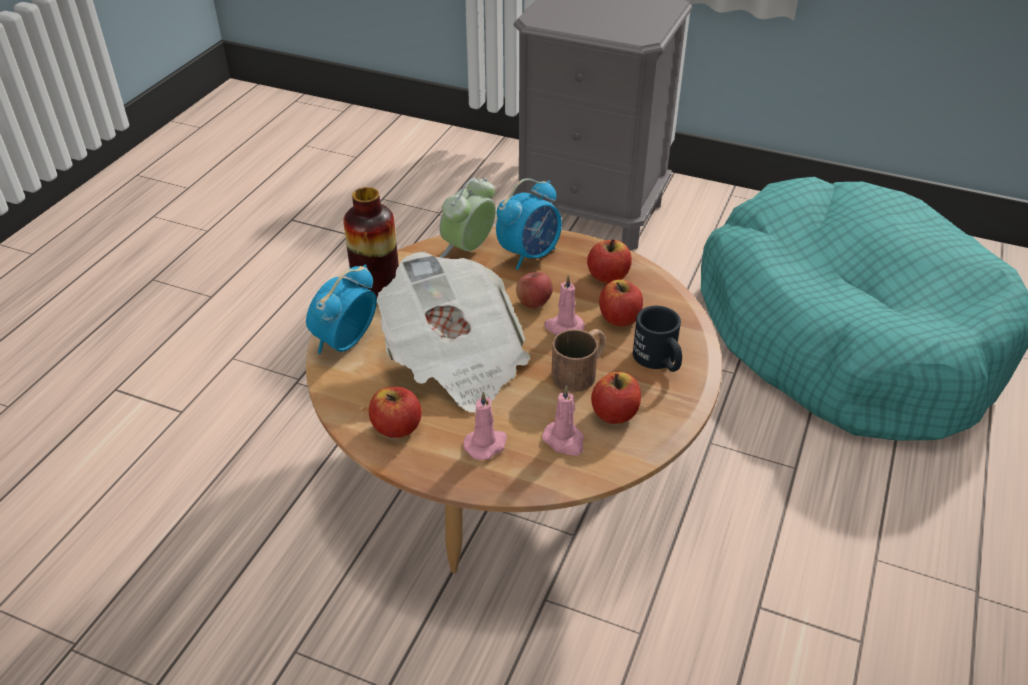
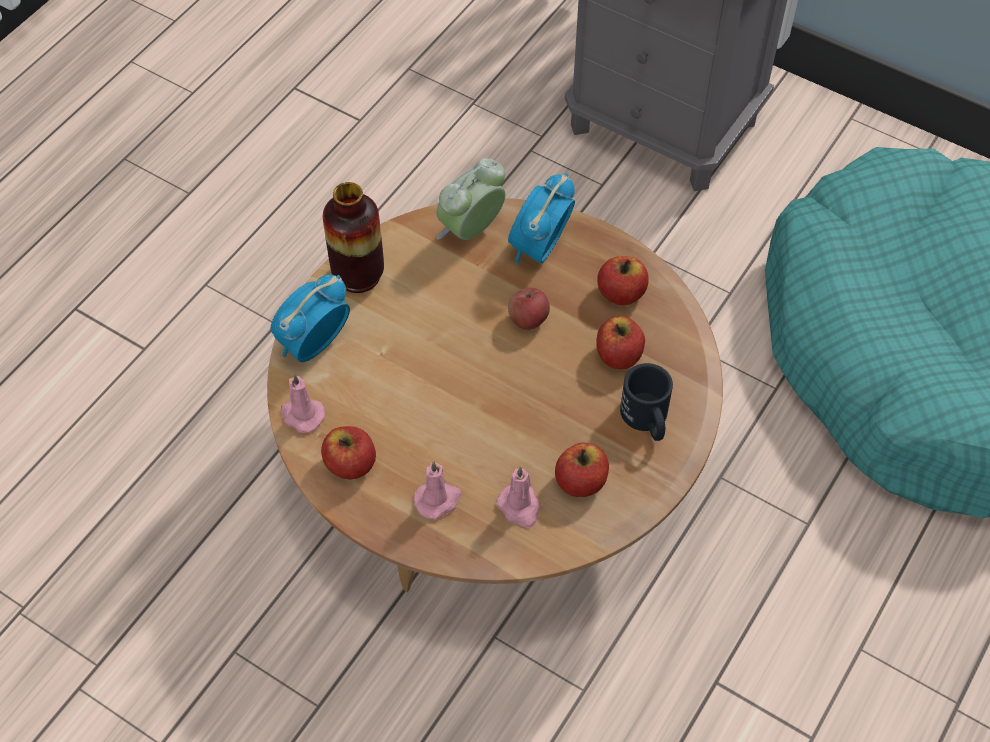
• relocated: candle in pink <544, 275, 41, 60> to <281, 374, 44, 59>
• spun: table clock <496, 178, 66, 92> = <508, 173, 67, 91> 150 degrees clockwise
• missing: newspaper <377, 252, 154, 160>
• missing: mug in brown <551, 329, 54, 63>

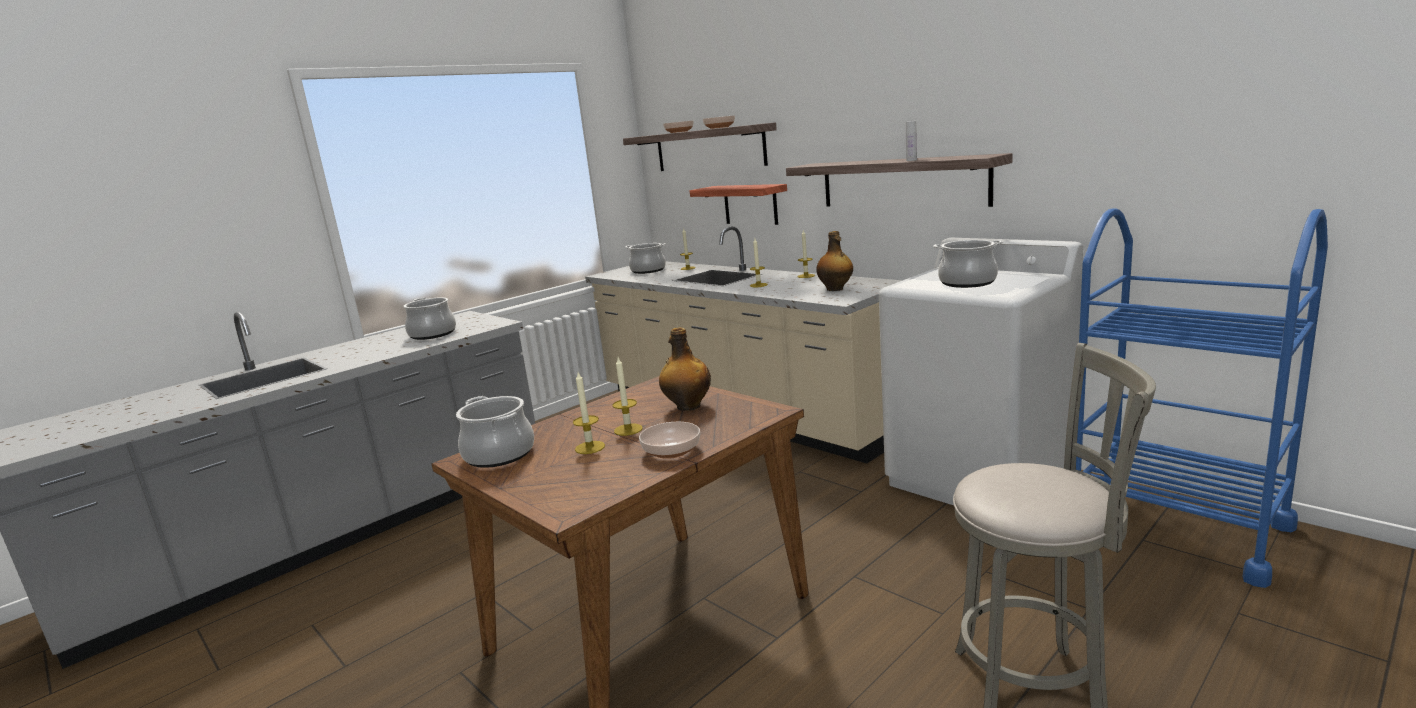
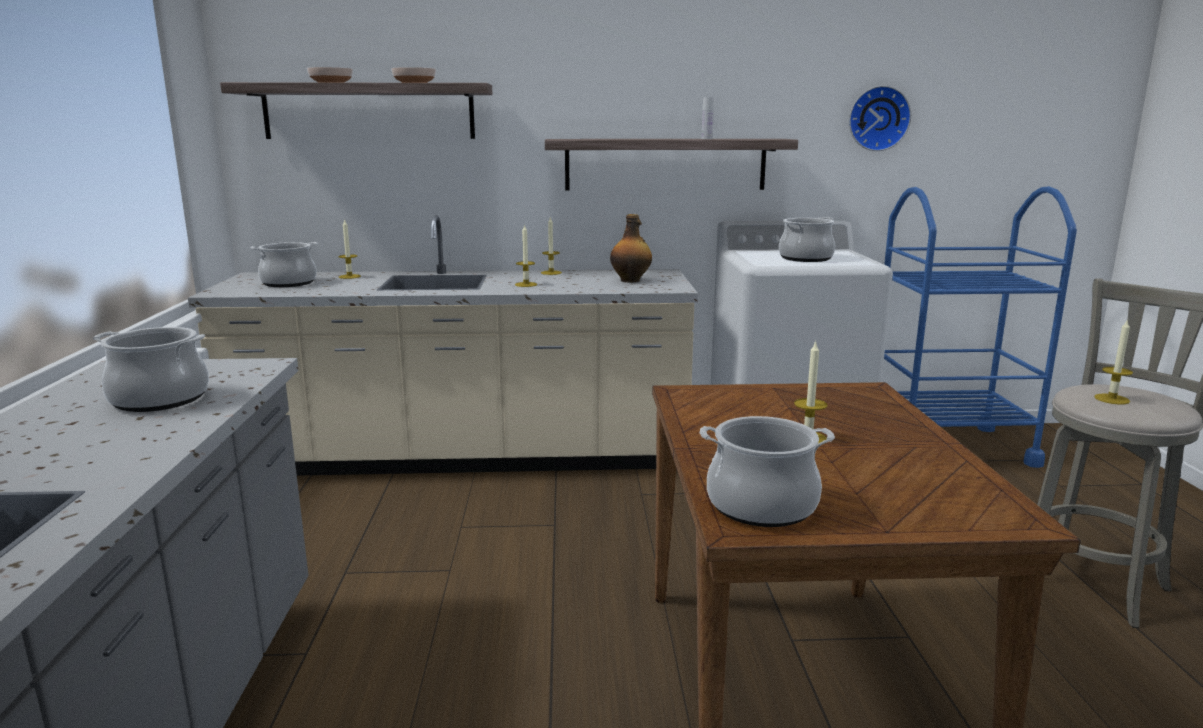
• appeared: clock on the wall <849, 86, 62, 65>
• relocated: candle <573, 372, 32, 82> to <1094, 319, 39, 86>
• missing: deep dish <639, 422, 61, 37>
• missing: bottle <659, 327, 52, 84>
• missing: bracket shelf <690, 184, 97, 41>

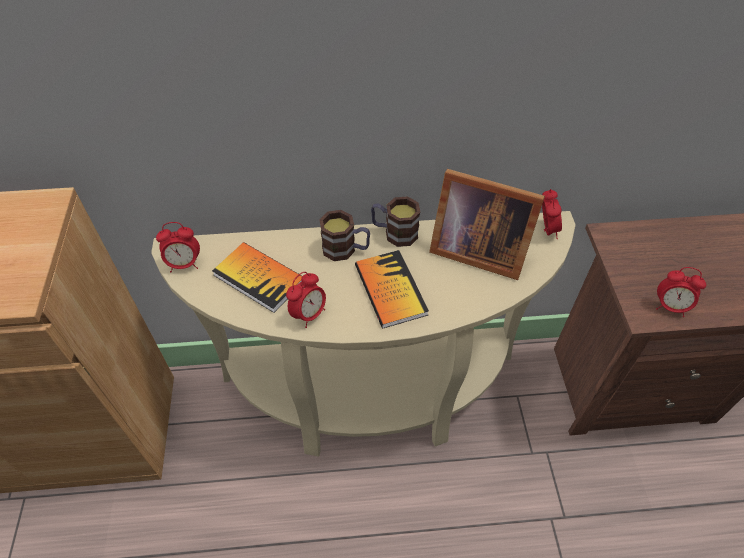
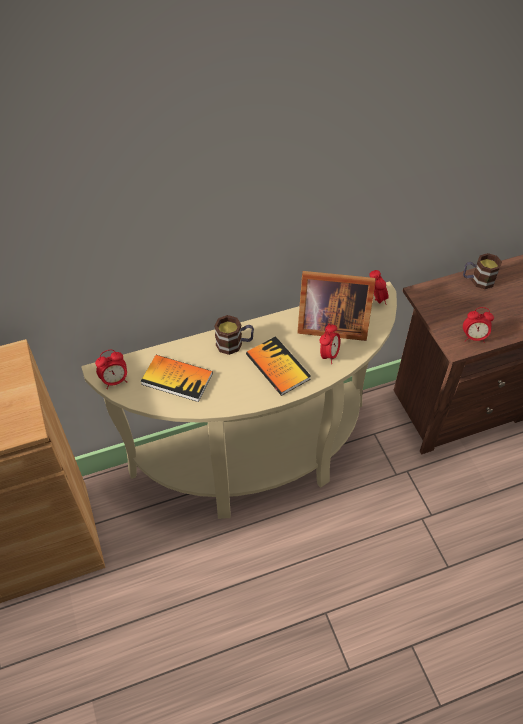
• relocated: table clock <286, 272, 40, 56> to <320, 324, 21, 40>
• relocated: mug <371, 197, 49, 50> to <463, 253, 39, 36>

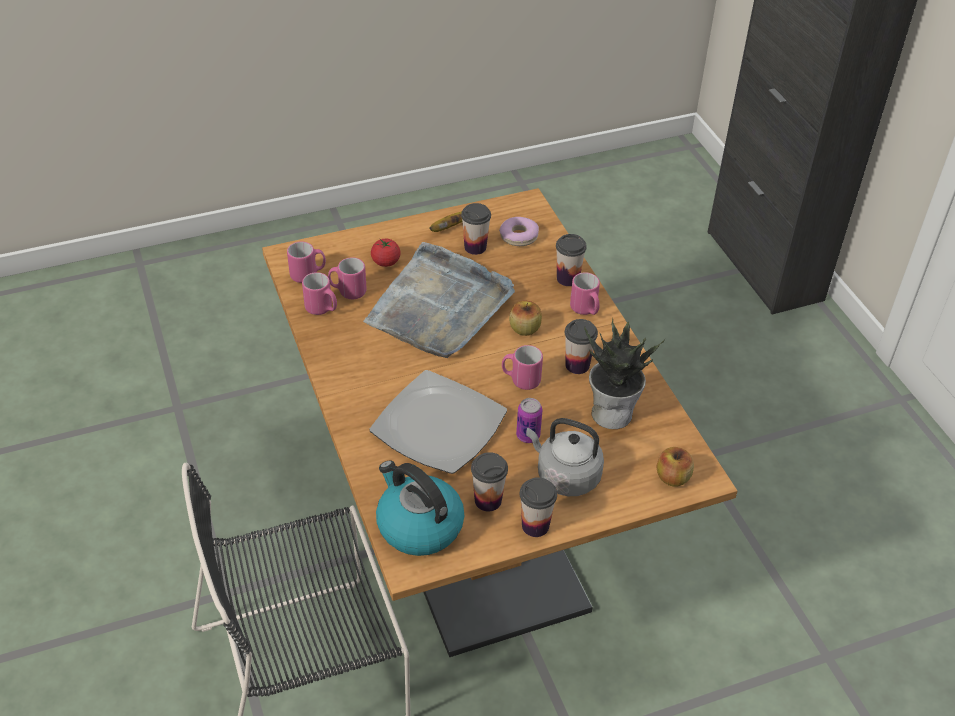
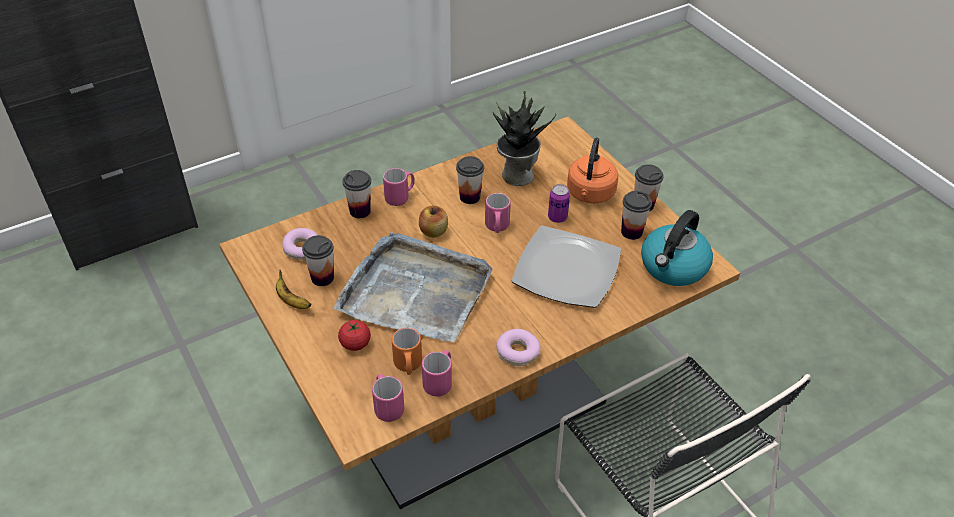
• colour: mug in pink <328, 257, 39, 42> to mug in orange-coloured <392, 328, 30, 47>
• appeared: doughnut <496, 329, 45, 37>
• colour: kettle in greyish <526, 418, 78, 78> to kettle in orange-coloured <567, 137, 51, 66>
• missing: apple fruit <657, 447, 37, 40>

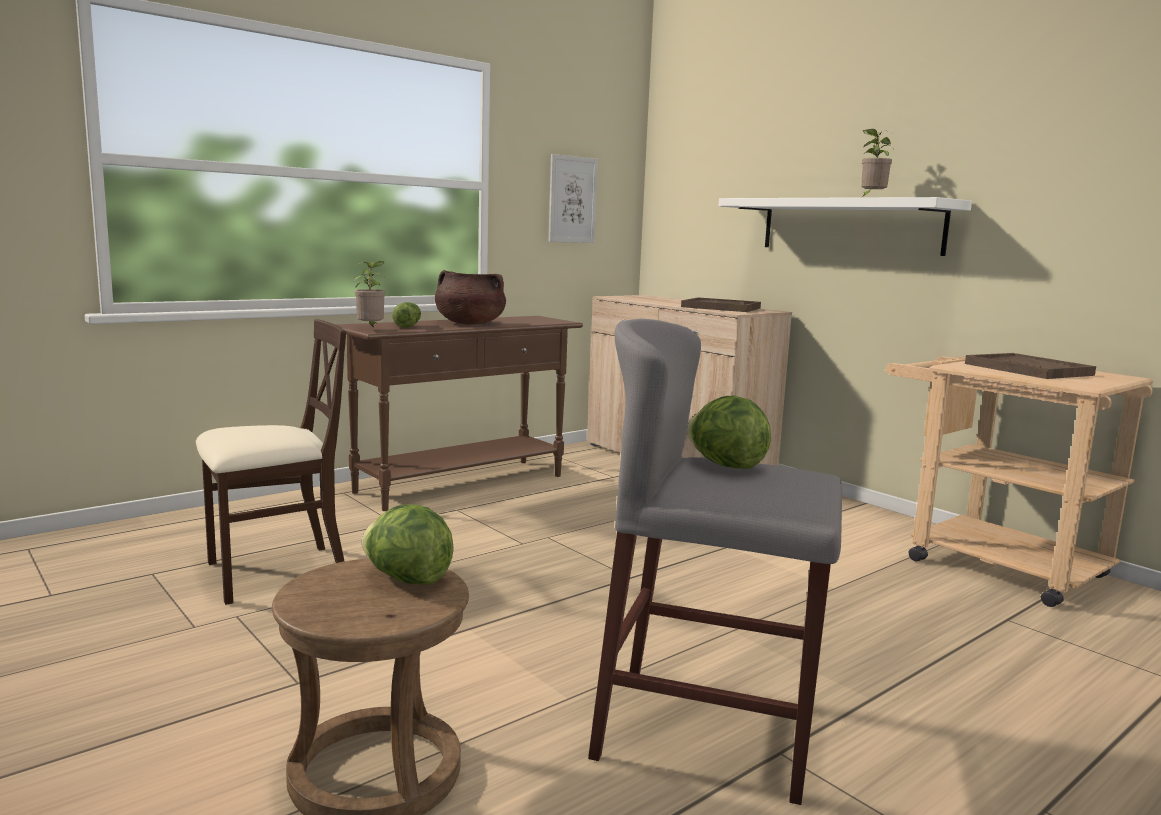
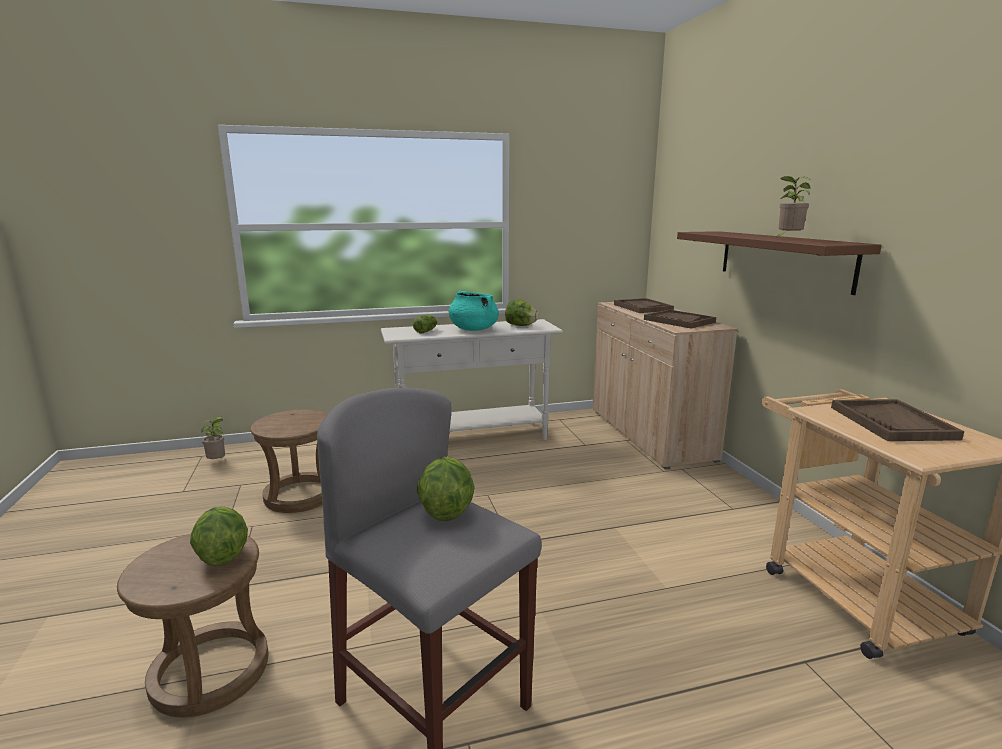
• relocated: houseplant <354, 261, 31, 66> to <201, 416, 25, 43>
• exchanged: chair in sand-coloured <196, 319, 150, 286> to stool seat in brown <250, 409, 77, 104>
• colour: console table in brown <337, 316, 246, 195> to console table in whitish <381, 319, 182, 121>
• colour: stockpot in brown <435, 270, 71, 55> to stockpot in turquoise-coloured <449, 290, 50, 41>
• appeared: lettuce head <505, 299, 33, 27>
• appeared: tray in brown <614, 298, 60, 15>
• colour: bracket shelf in whitish <719, 197, 253, 59> to bracket shelf in brown <677, 231, 204, 64>
• missing: wall picture <549, 154, 49, 89>

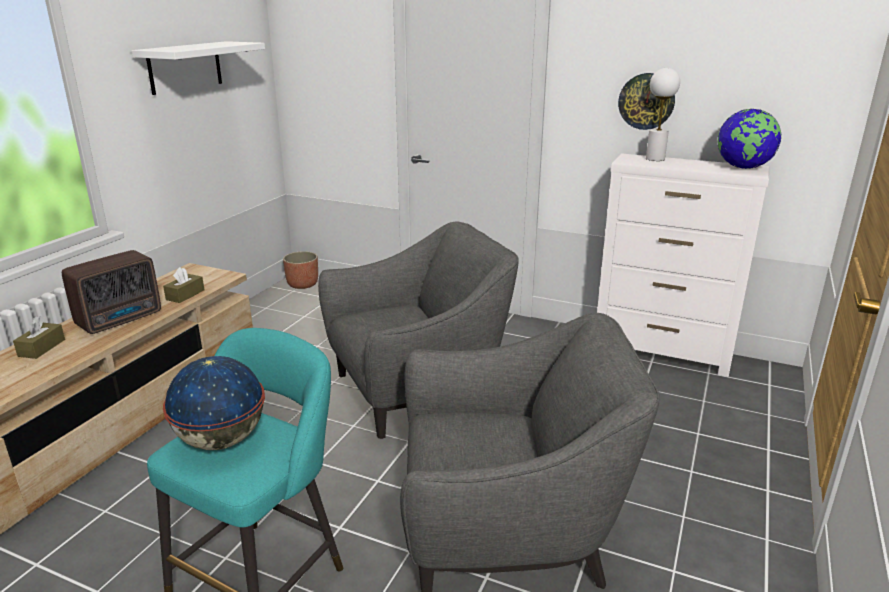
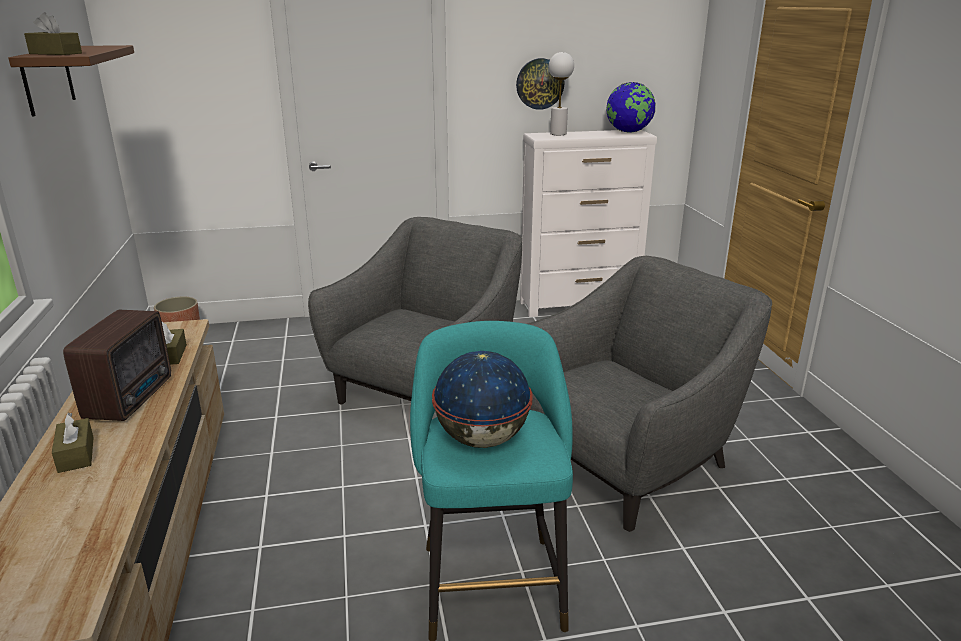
• colour: bracket shelf in whitish <132, 41, 133, 54> to bracket shelf in brown <8, 45, 126, 72>
• appeared: box of tissues in brown <24, 12, 58, 43>

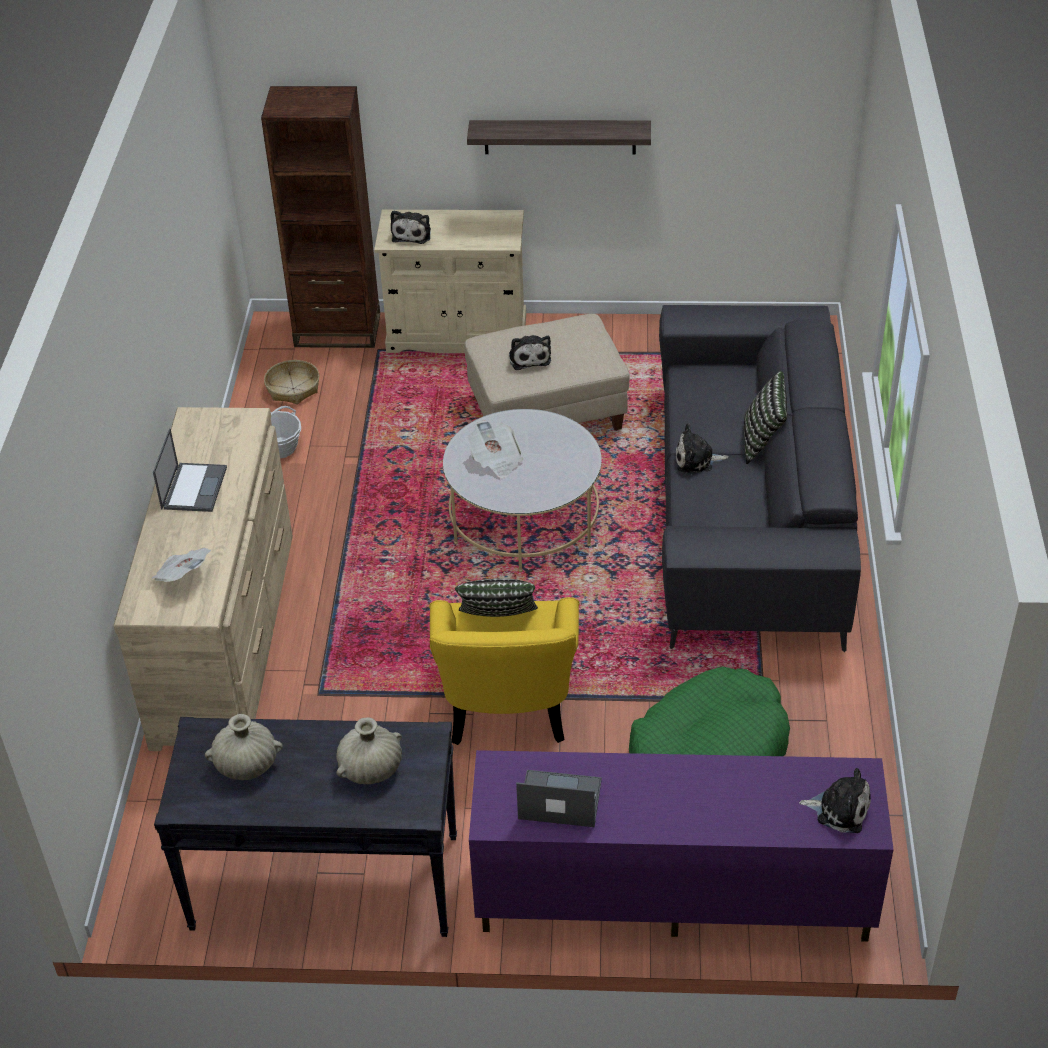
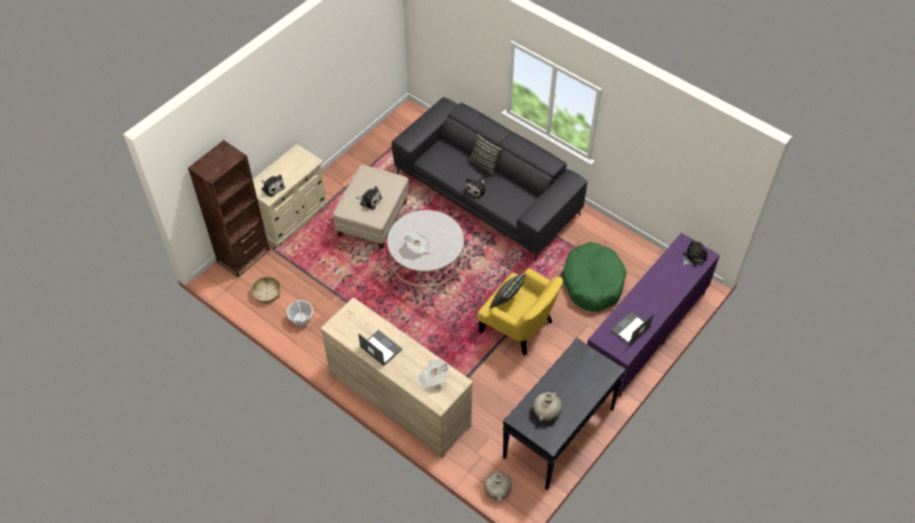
• relocated: flower vase in sand-coloured <336, 717, 66, 67> to <484, 470, 28, 32>
• missing: bracket shelf <467, 120, 184, 35>

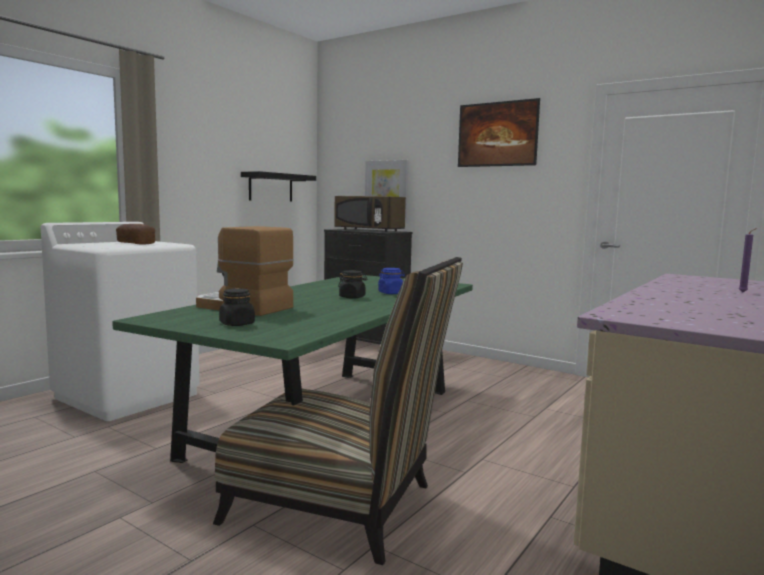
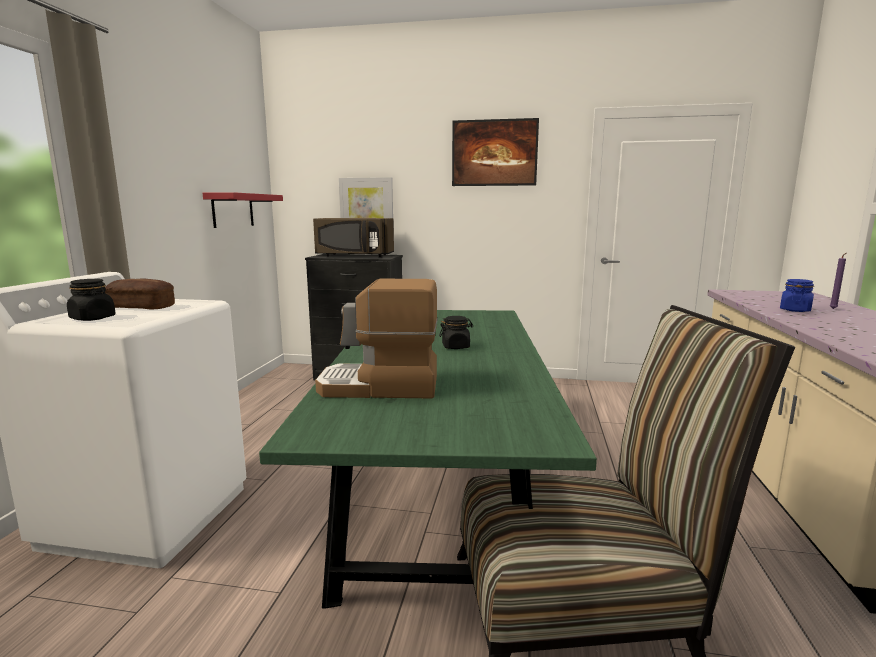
• relocated: jar in black <219, 288, 36, 38> to <67, 279, 49, 42>
• colour: bracket shelf in black <241, 171, 75, 30> to bracket shelf in reddish <203, 192, 80, 36>
• relocated: jar in bluish <378, 268, 27, 26> to <780, 279, 34, 33>

